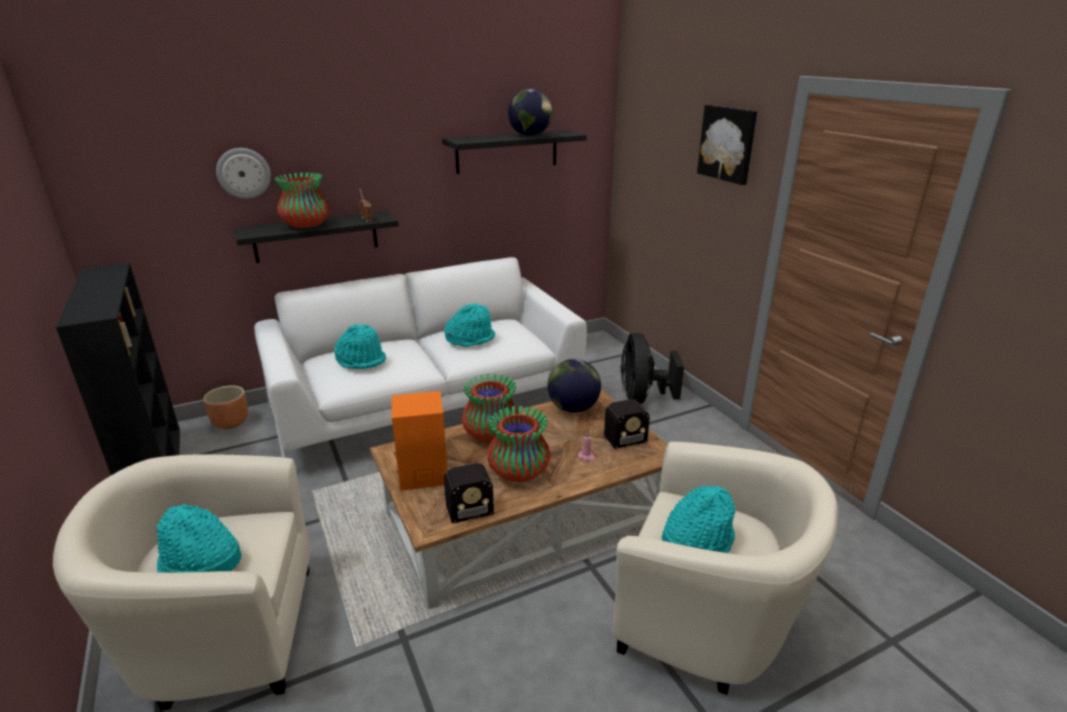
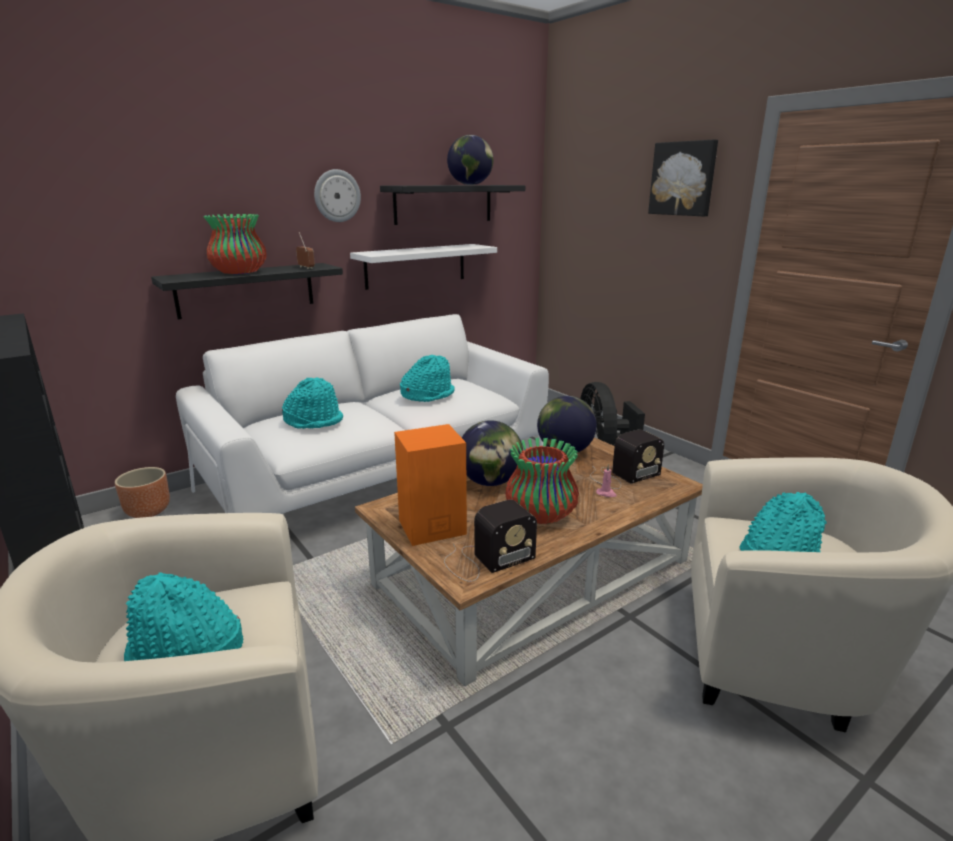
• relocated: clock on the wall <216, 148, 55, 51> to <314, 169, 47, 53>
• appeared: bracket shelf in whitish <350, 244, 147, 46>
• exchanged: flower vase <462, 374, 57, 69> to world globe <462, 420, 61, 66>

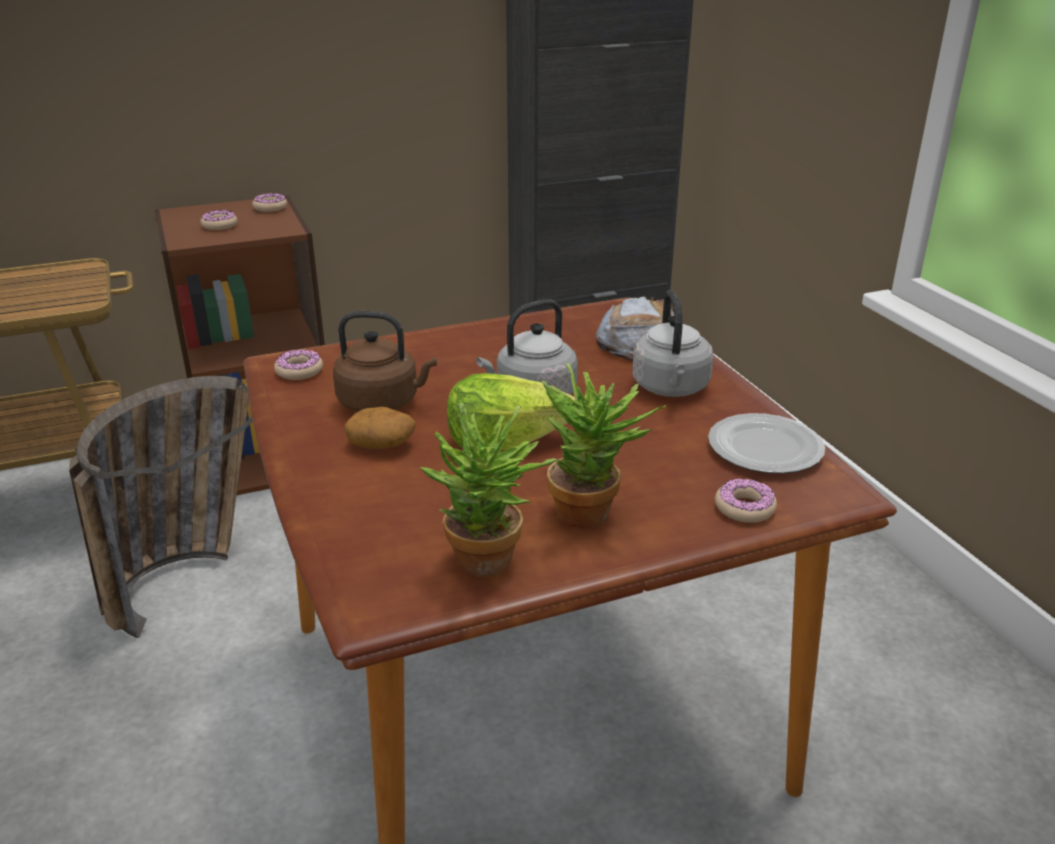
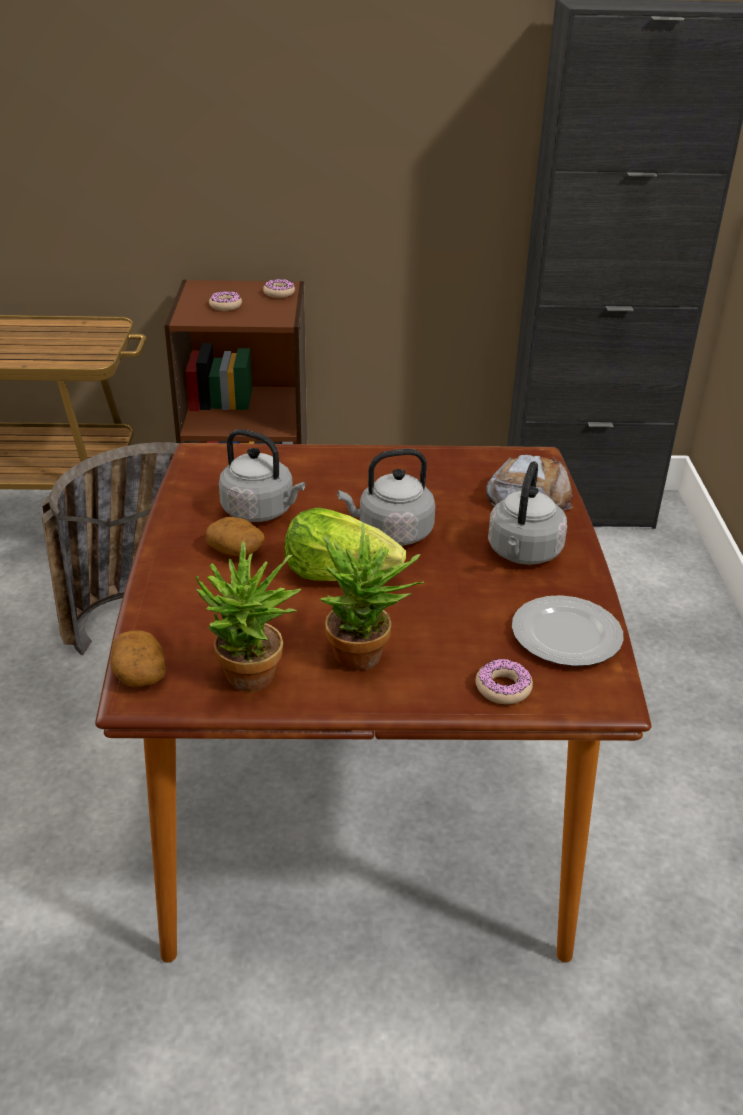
• appeared: potato <110, 631, 56, 56>
• colour: kettle in brown <333, 311, 104, 101> to kettle in greyish <219, 429, 86, 93>
• missing: doughnut <274, 349, 49, 31>

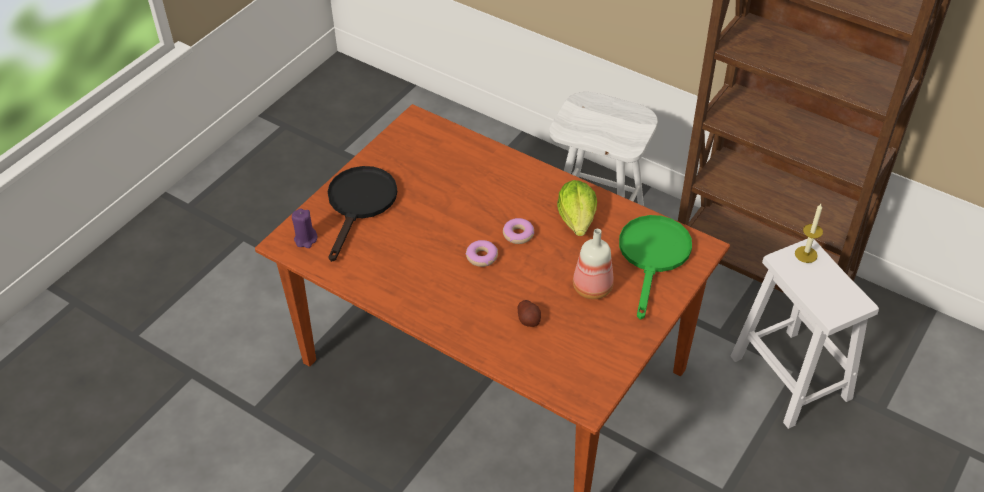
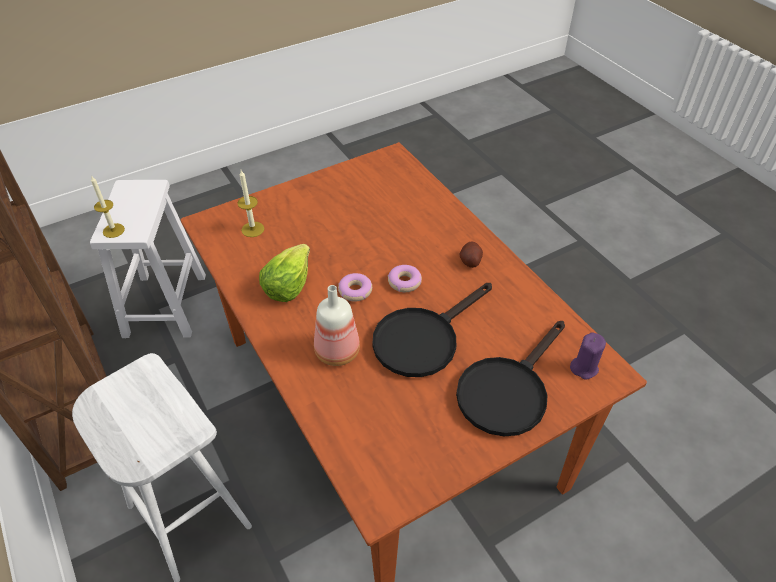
• exchanged: pan in greenish <619, 215, 73, 105> to candle <237, 170, 27, 67>
• relocated: bottle <573, 229, 41, 70> to <314, 285, 46, 81>
• appeared: pan in black <372, 283, 120, 94>
• relocated: potato <517, 300, 24, 27> to <460, 241, 23, 27>

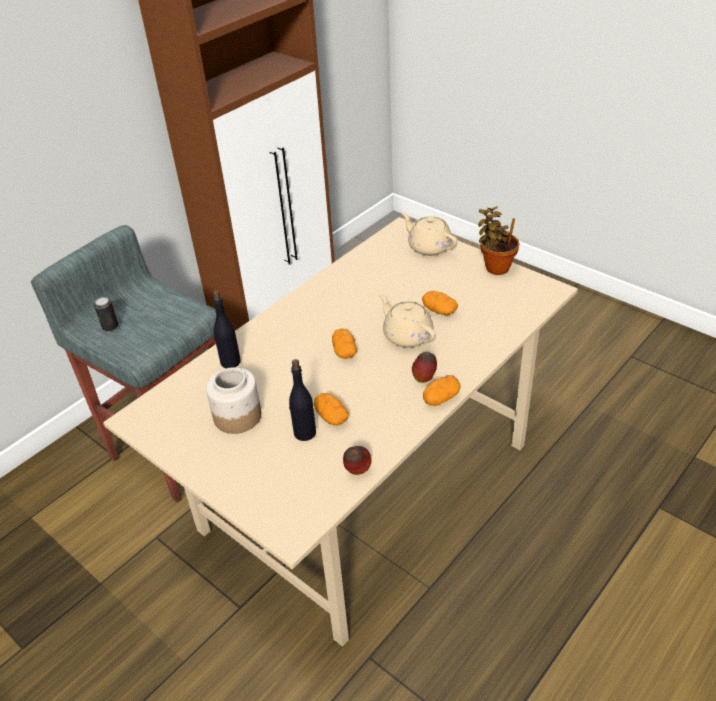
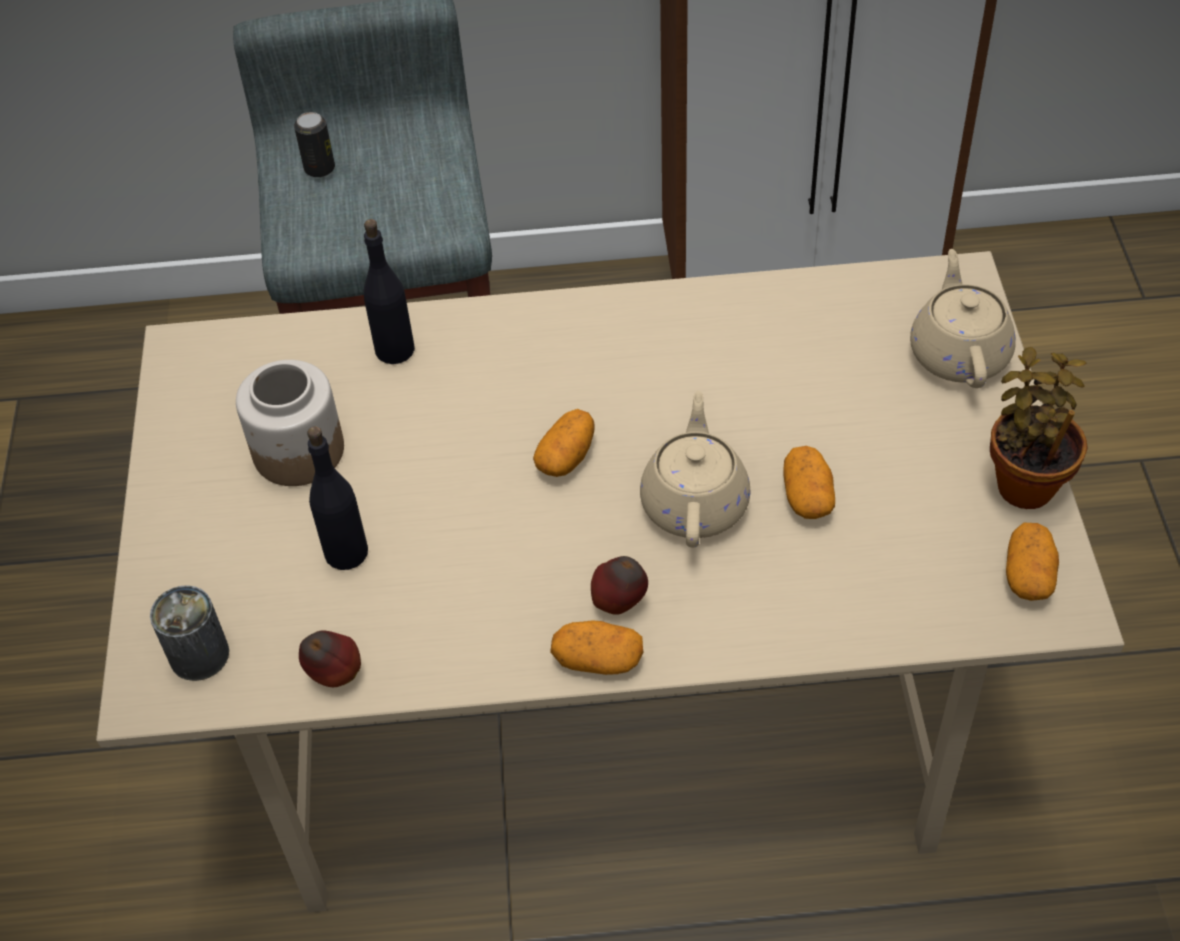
• appeared: can <150, 585, 79, 96>
• relocated: potato <314, 393, 35, 33> to <1006, 523, 53, 78>

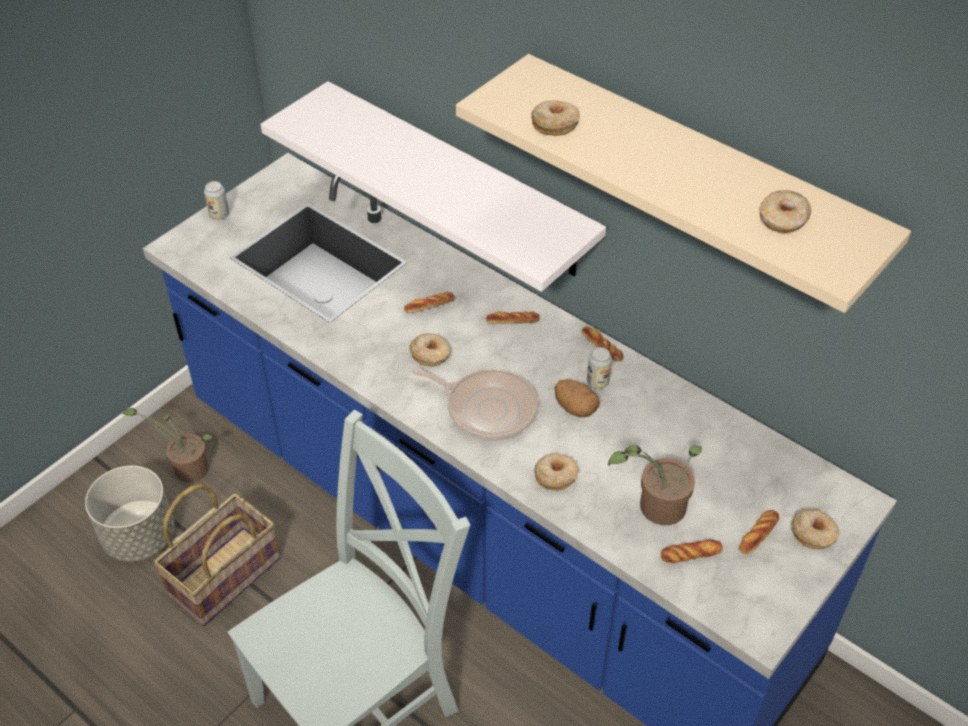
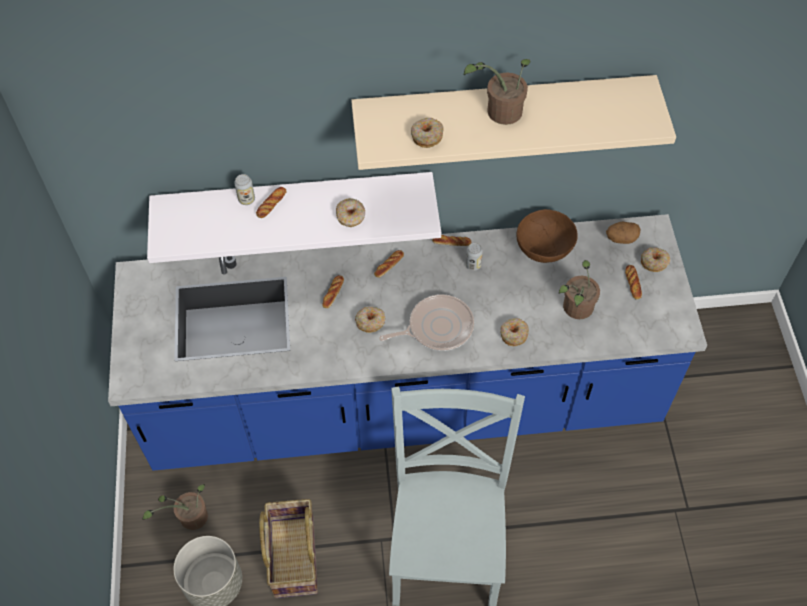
• relocated: can <204, 181, 25, 39> to <234, 174, 21, 31>
• relocated: bread <661, 540, 62, 23> to <256, 187, 30, 31>
• relocated: doughnut <759, 190, 52, 43> to <336, 198, 29, 29>
• appeared: houseplant <464, 59, 66, 66>
• appeared: deep dish in brown <516, 209, 62, 54>
• relocated: potato <554, 379, 46, 38> to <606, 222, 35, 22>

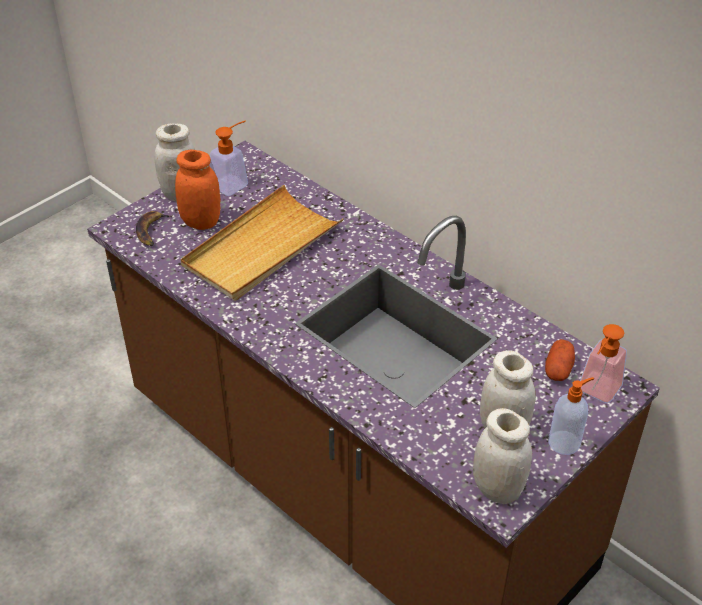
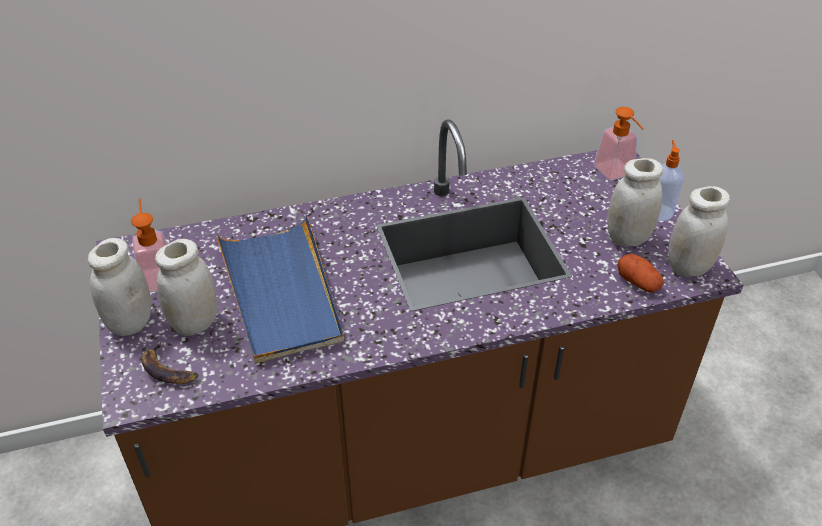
• colour: jar in orange-coloured <175, 150, 46, 80> to jar in whitish <155, 239, 62, 97>
• colour: tray in sand-coloured <181, 185, 163, 116> to tray in bluish <216, 215, 128, 149>
• relocated: potato <545, 339, 30, 42> to <617, 254, 47, 38>

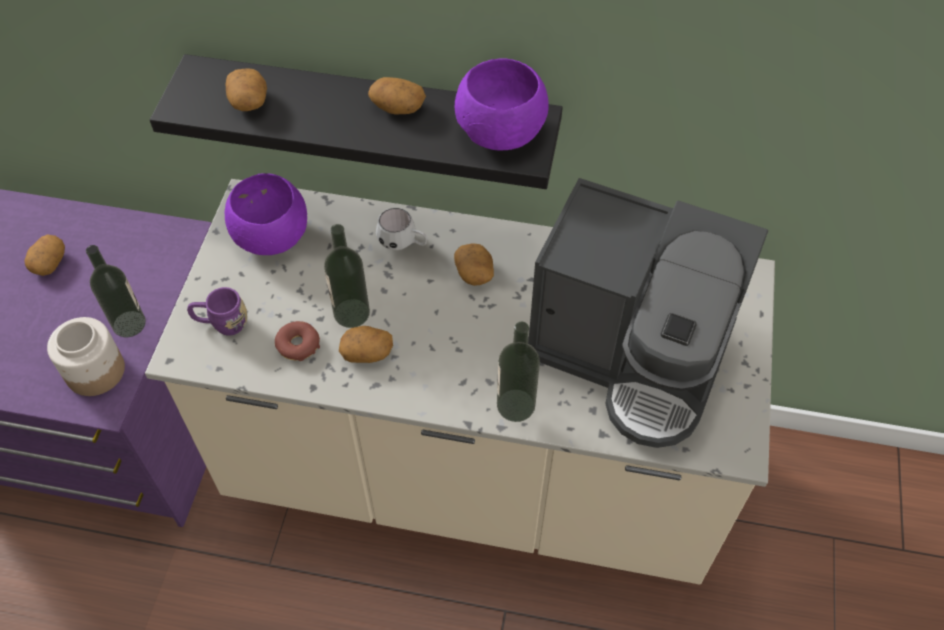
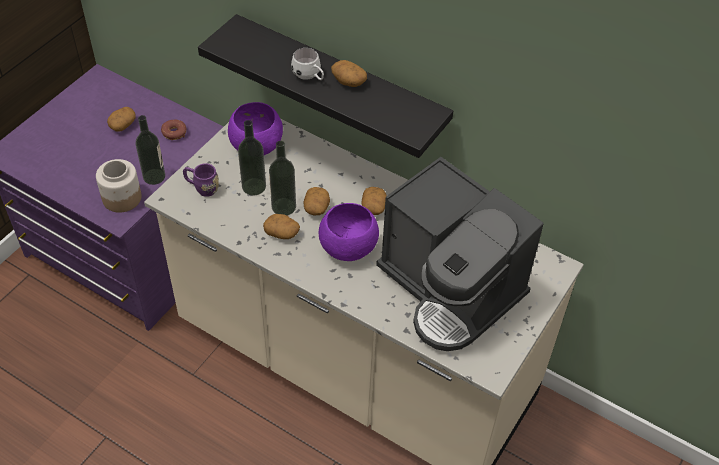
• relocated: doughnut <275, 321, 45, 40> to <161, 120, 26, 20>
• relocated: bottle <497, 322, 43, 100> to <238, 120, 28, 76>
• relocated: mug in whitish <376, 208, 51, 42> to <291, 48, 33, 32>
• relocated: potato <226, 68, 41, 43> to <303, 187, 27, 28>
• relocated: deep dish in purple <455, 58, 93, 93> to <319, 203, 60, 58>

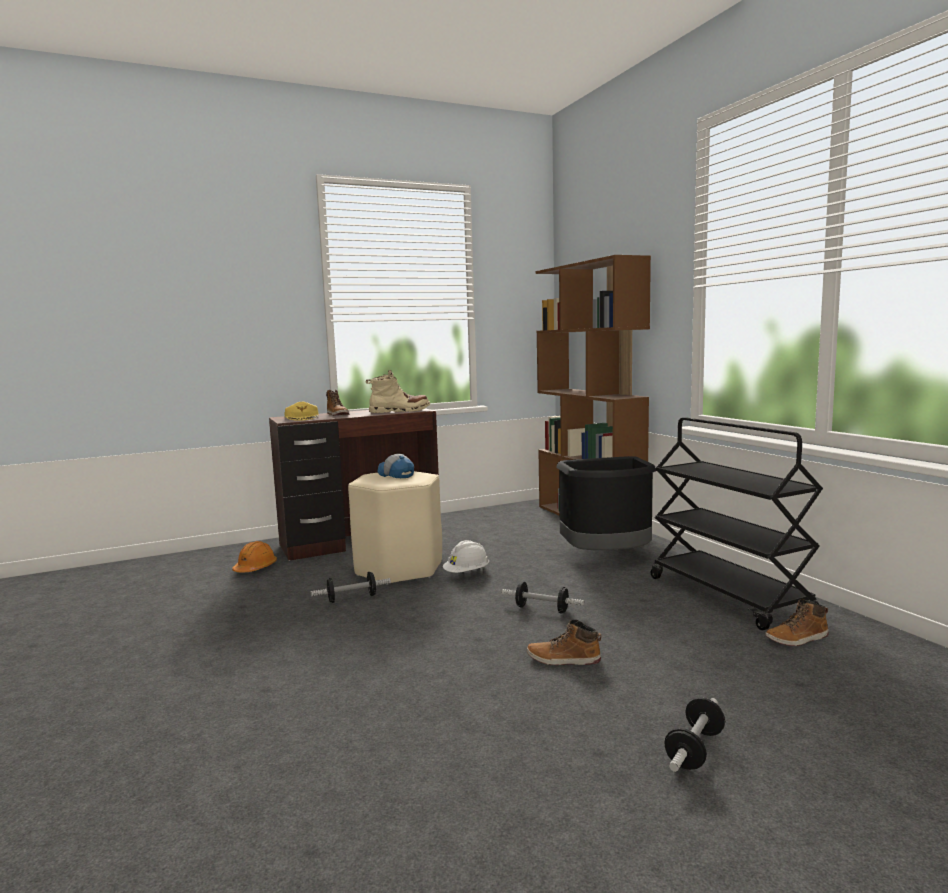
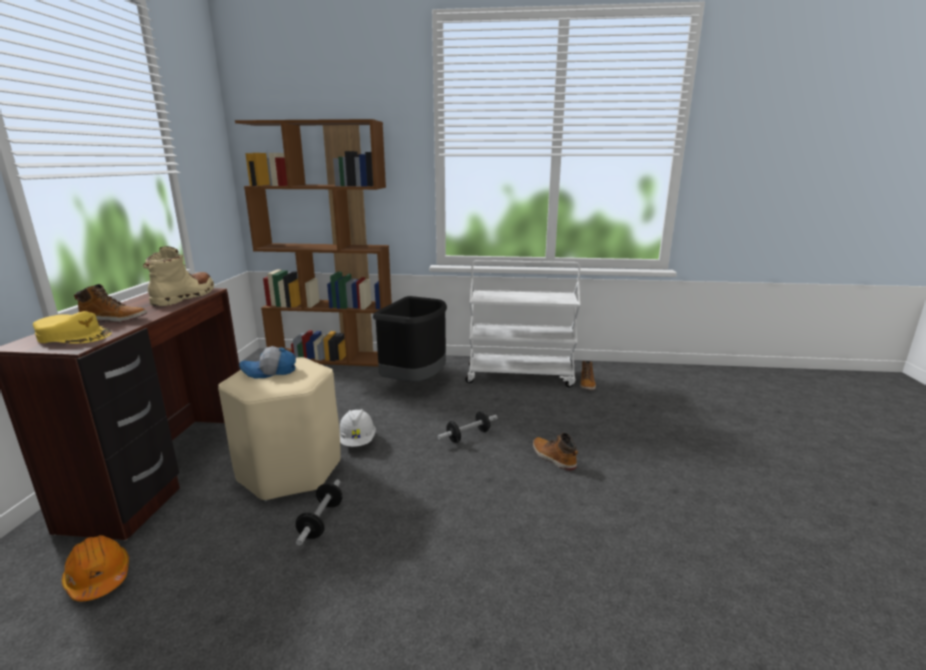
• colour: trolley in black <651, 417, 172, 213> to trolley in whitish <466, 260, 114, 127>
• spun: tall boot <527, 620, 74, 45> = <533, 433, 45, 38> 105 degrees clockwise
• missing: free weight <664, 697, 61, 75>

